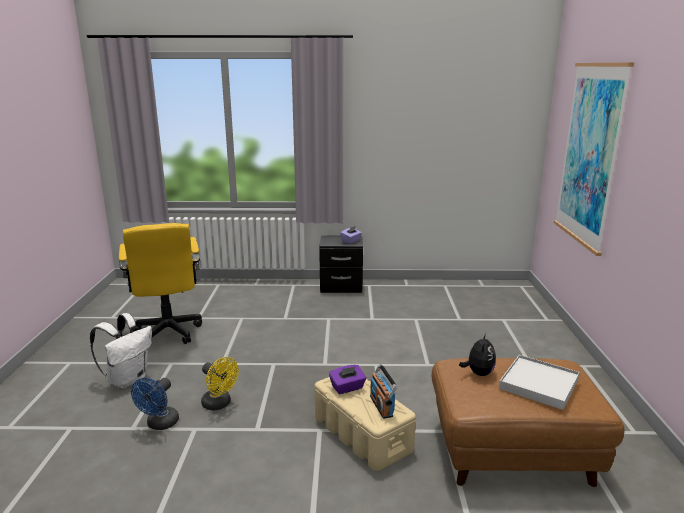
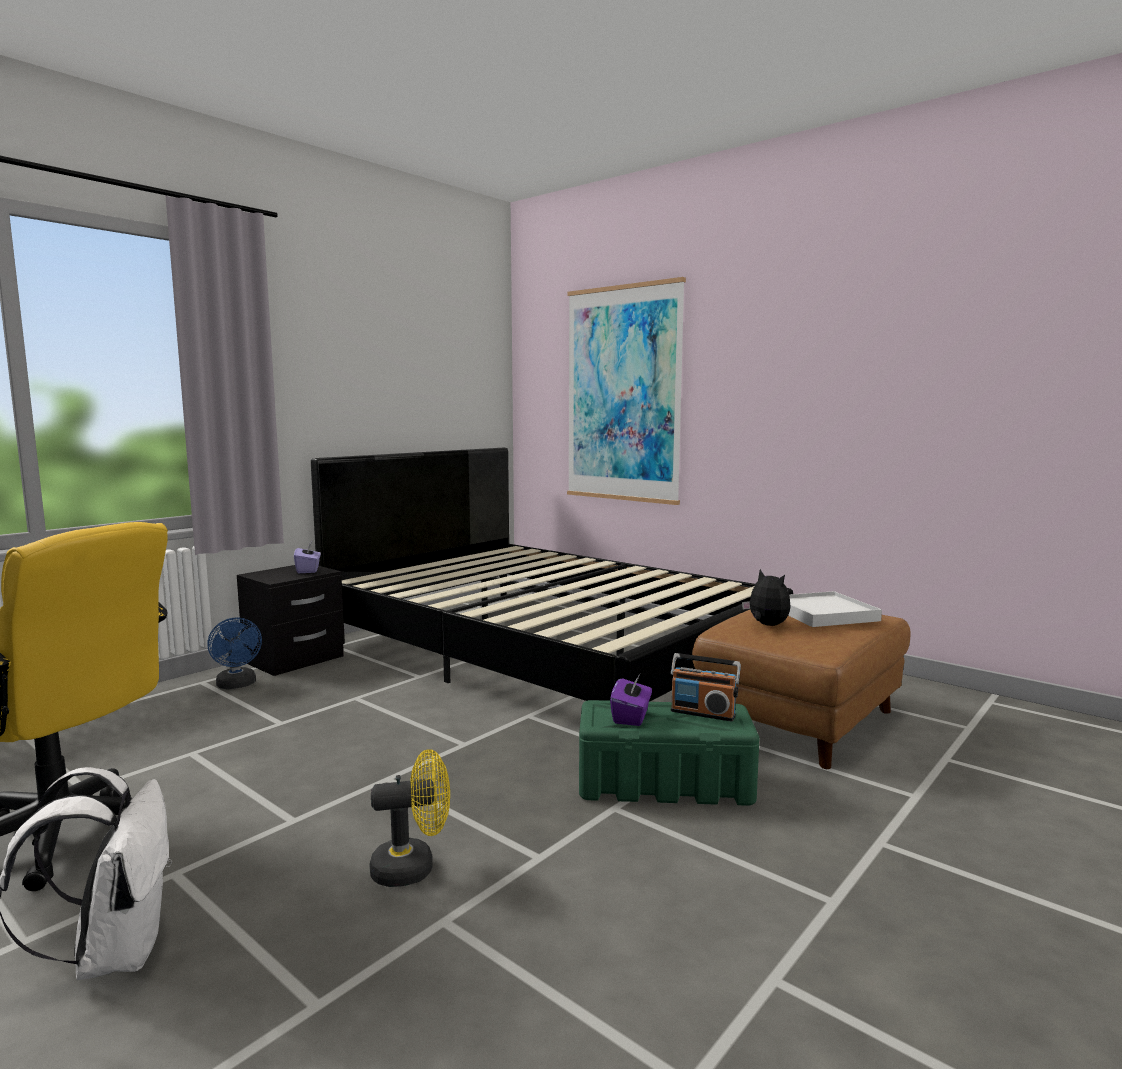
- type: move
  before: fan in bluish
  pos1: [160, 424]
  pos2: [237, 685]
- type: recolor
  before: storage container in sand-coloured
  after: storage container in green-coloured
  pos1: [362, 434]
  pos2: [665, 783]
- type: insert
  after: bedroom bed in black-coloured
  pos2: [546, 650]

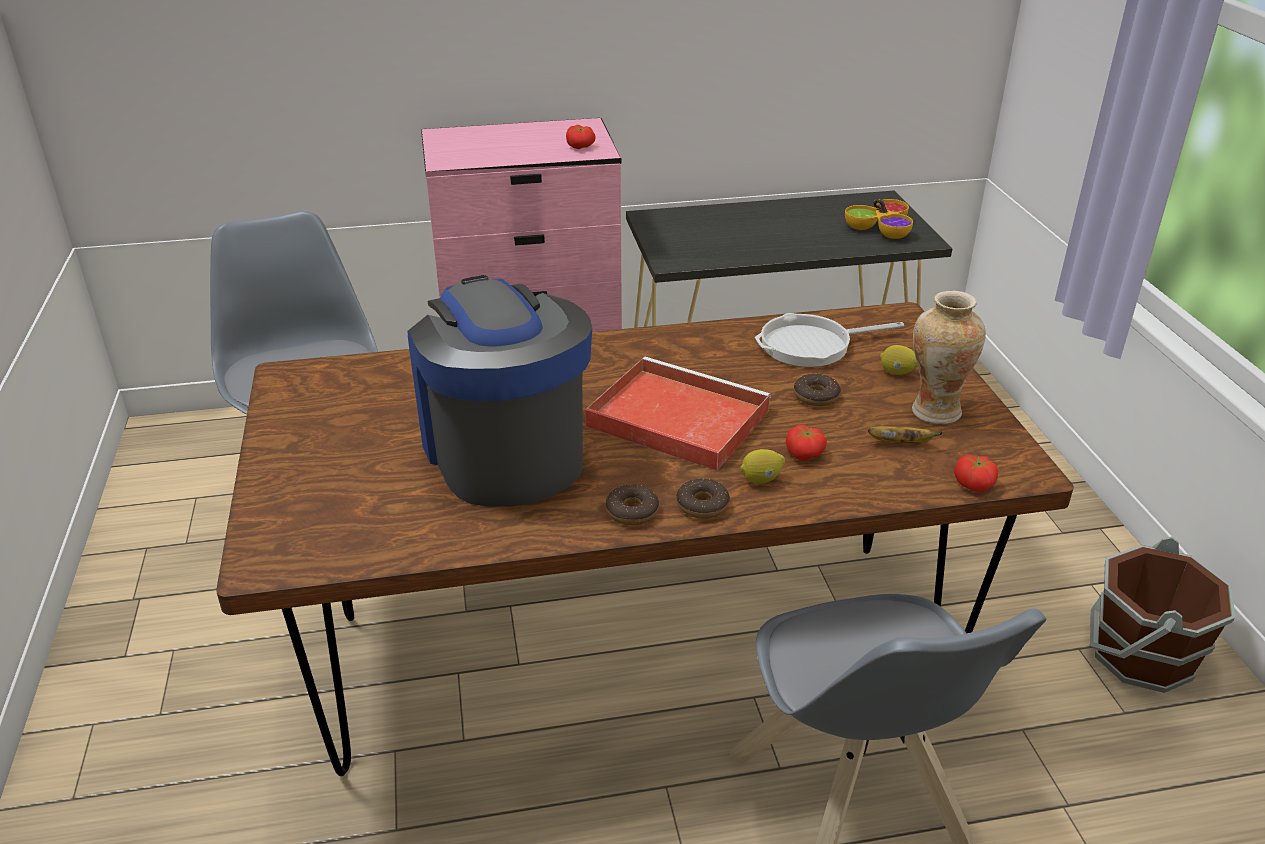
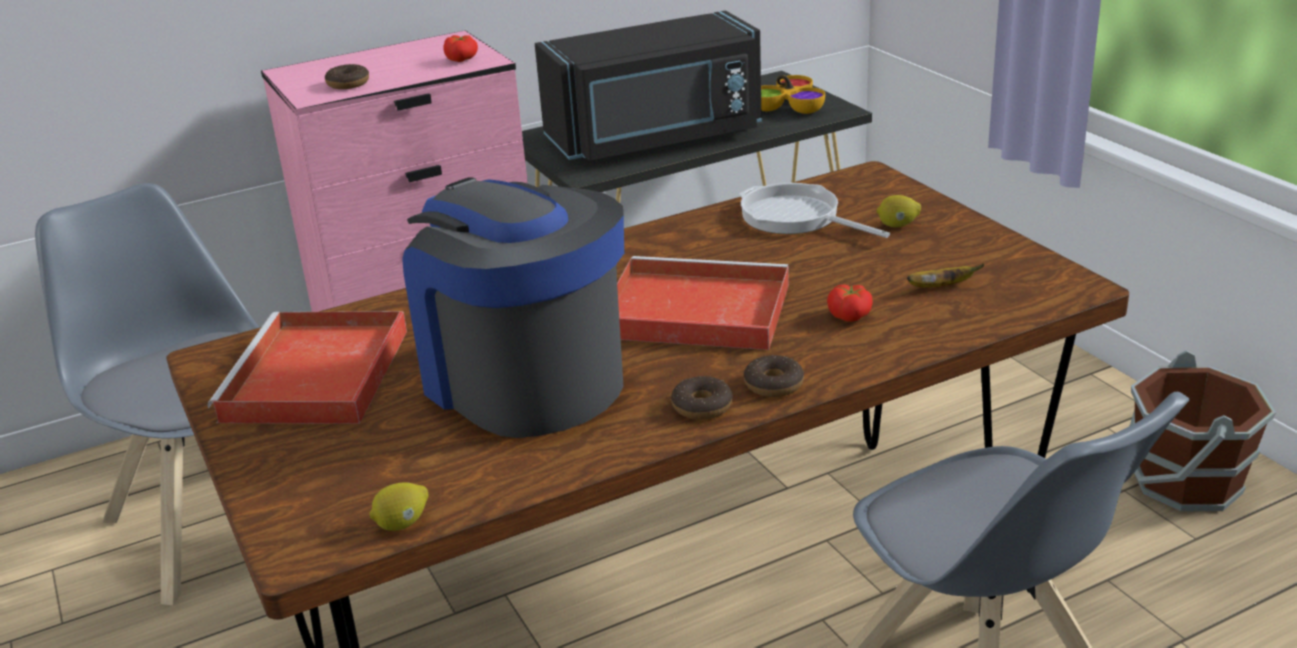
- type: move
  before: citrus fruit
  pos1: [761, 479]
  pos2: [402, 524]
- type: rotate
  before: frying pan
  pos1: [811, 345]
  pos2: [795, 217]
  turn: 75
- type: move
  before: doughnut
  pos1: [816, 396]
  pos2: [348, 84]
- type: delete
  before: vase
  pos1: [934, 411]
- type: delete
  before: whole tomato
  pos1: [975, 484]
- type: insert
  after: tray in red
  pos2: [316, 377]
- type: insert
  after: microwave oven in black-coloured
  pos2: [656, 139]

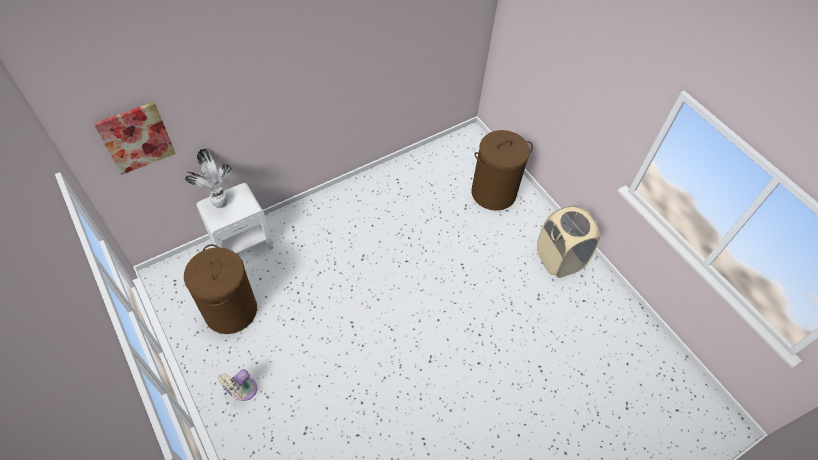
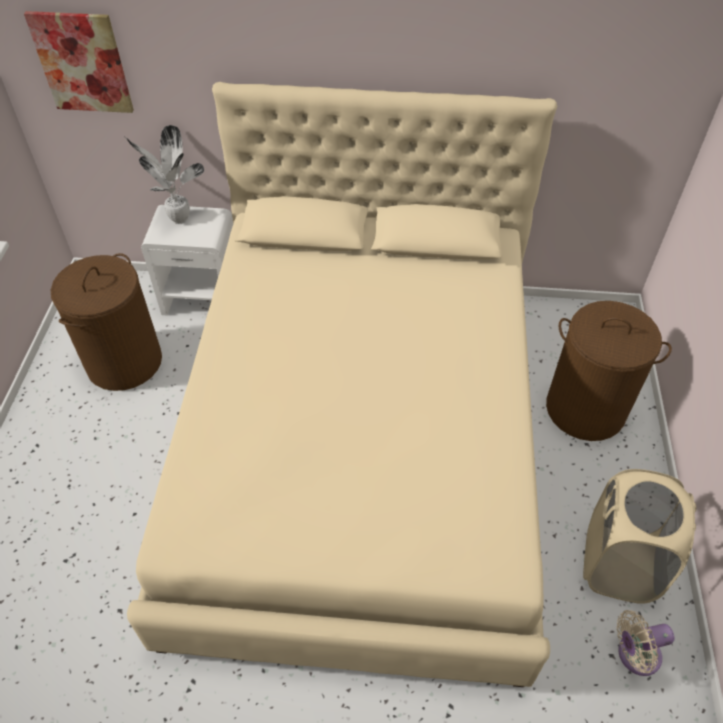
- type: move
  before: fan in sand-coloured
  pos1: [242, 391]
  pos2: [634, 655]
- type: insert
  after: bedroom bed in sand-coloured
  pos2: [362, 446]

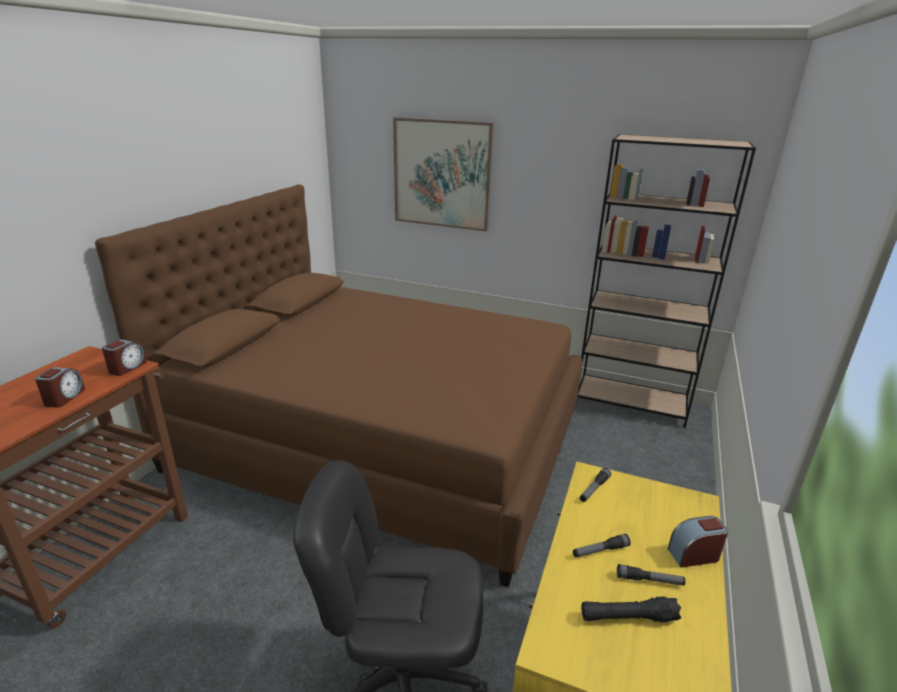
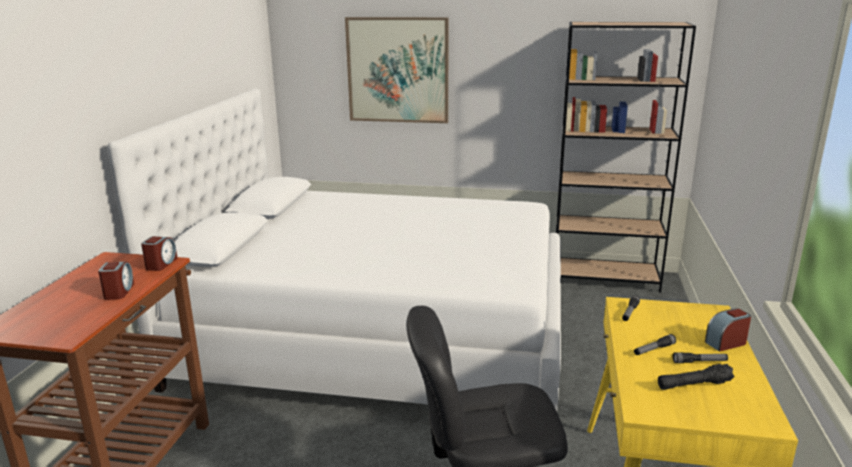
- type: recolor
  before: bedroom bed in brown-coloured
  after: bedroom bed in whitish
  pos1: [383, 440]
  pos2: [379, 335]

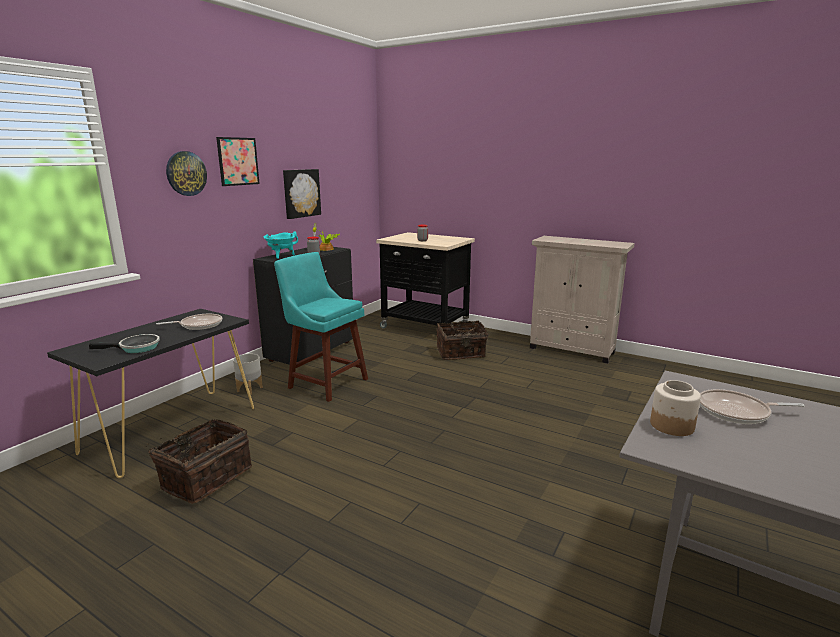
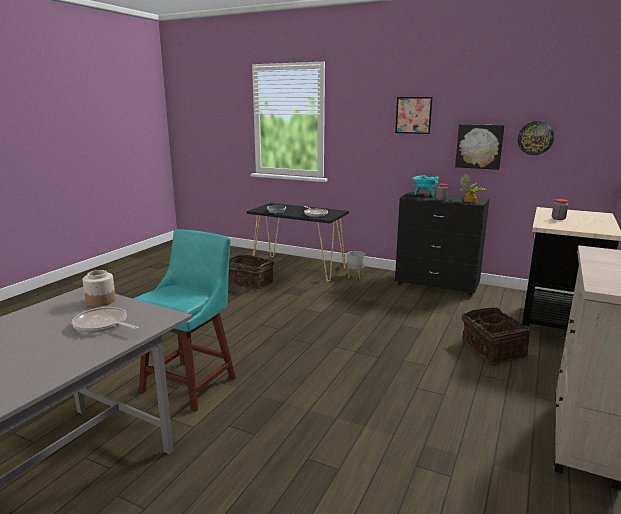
- type: move
  before: wall clock
  pos1: [186, 173]
  pos2: [535, 138]
- type: move
  before: upright chair in turquoise-coloured
  pos1: [325, 382]
  pos2: [192, 382]
- type: rotate
  before: frying pan
  pos1: [737, 412]
  pos2: [103, 325]
  turn: -60

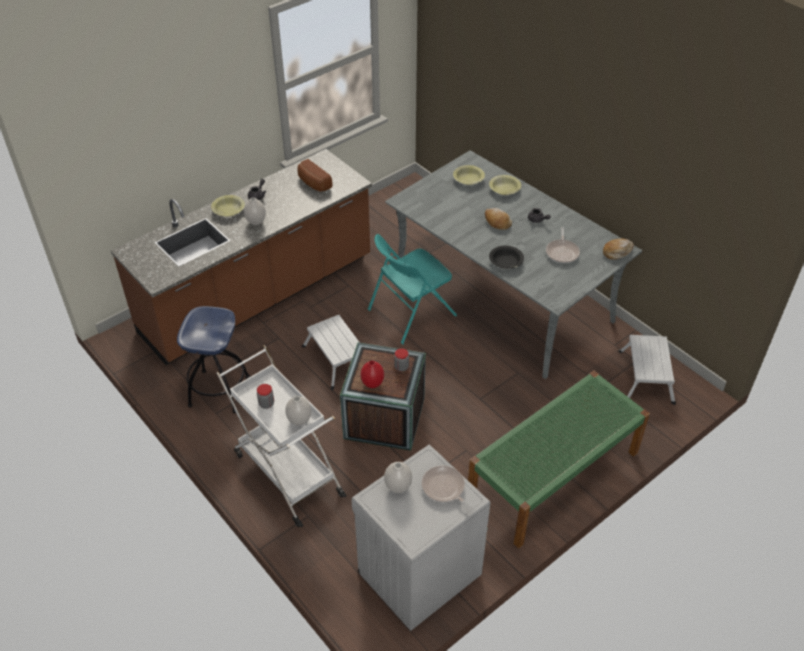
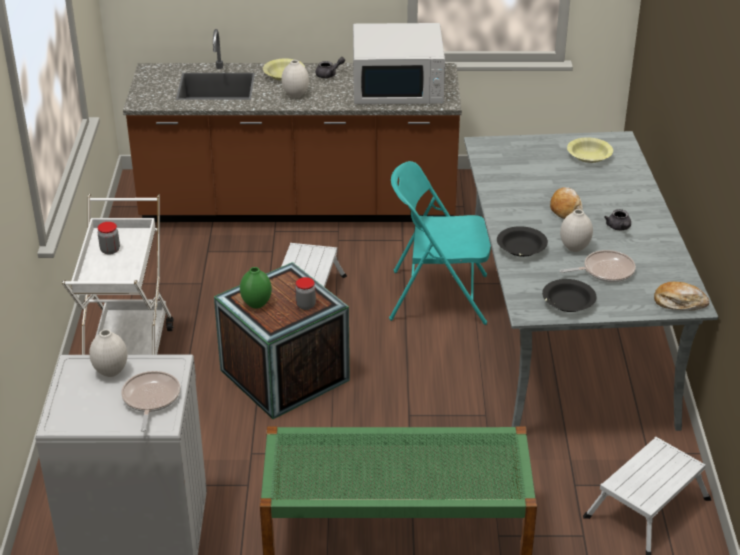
- type: delete
  before: sitting stool in bluish
  pos1: [219, 391]
- type: move
  before: vase in whitish
  pos1: [299, 420]
  pos2: [574, 248]
- type: replace
  before: bread
  after: microwave oven in whitish
  pos1: [313, 183]
  pos2: [398, 86]
- type: recolor
  before: vase in red
  after: vase in green-coloured
  pos1: [372, 384]
  pos2: [256, 304]
- type: delete
  before: deep dish in yellow
  pos1: [504, 189]
- type: rotate
  before: frying pan
  pos1: [562, 252]
  pos2: [605, 271]
  turn: -150
- type: insert
  after: deep dish in black-coloured
  pos2: [568, 302]

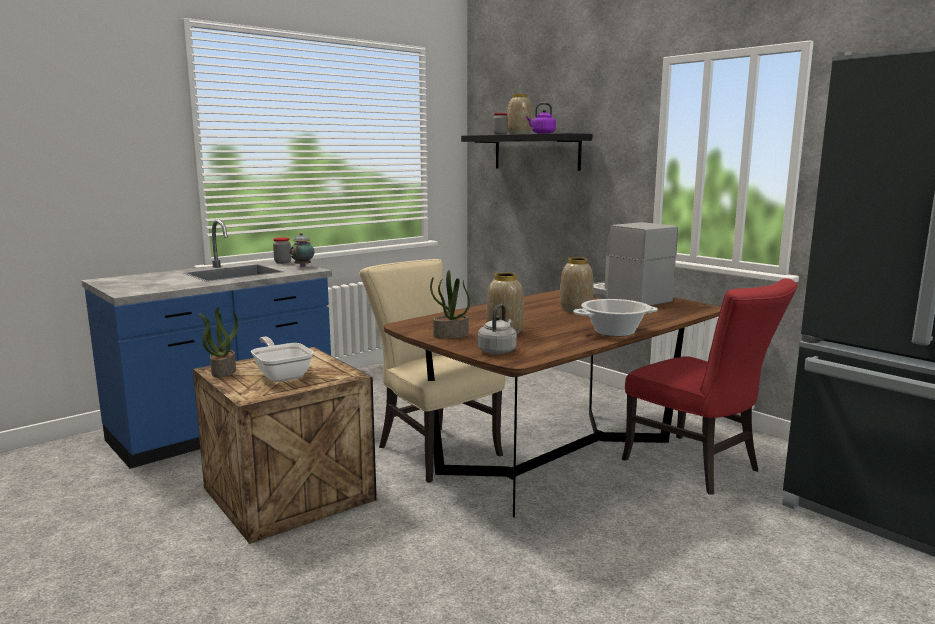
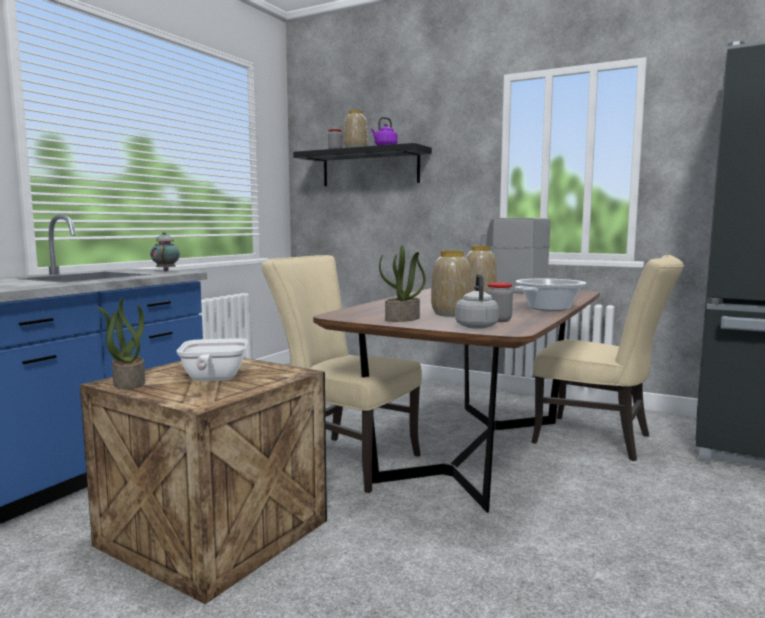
- type: rotate
  before: frying pan
  pos1: [282, 375]
  pos2: [212, 379]
  turn: -135
- type: move
  before: preserve jar
  pos1: [282, 262]
  pos2: [498, 320]
- type: recolor
  before: upright chair in red
  after: upright chair in sand-coloured
  pos1: [698, 466]
  pos2: [600, 439]

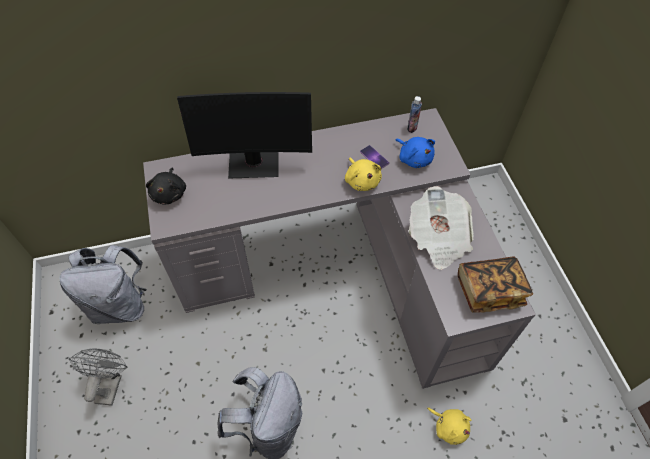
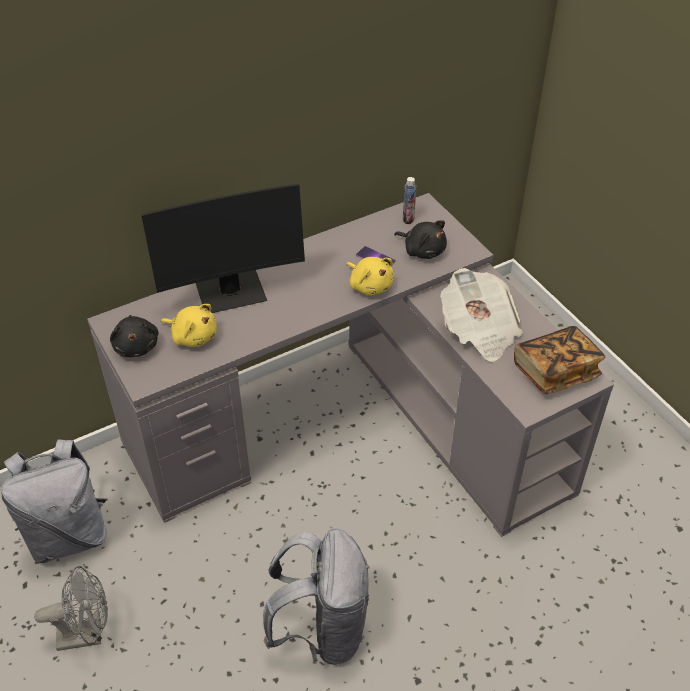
- type: rotate
  before: fan in greyish
  pos1: [109, 384]
  pos2: [87, 634]
  turn: 90
- type: recolor
  before: cuddly toy in bluish
  after: cuddly toy in black-coloured
  pos1: [414, 158]
  pos2: [422, 250]
- type: move
  before: cuddly toy in yellow
  pos1: [449, 427]
  pos2: [193, 336]

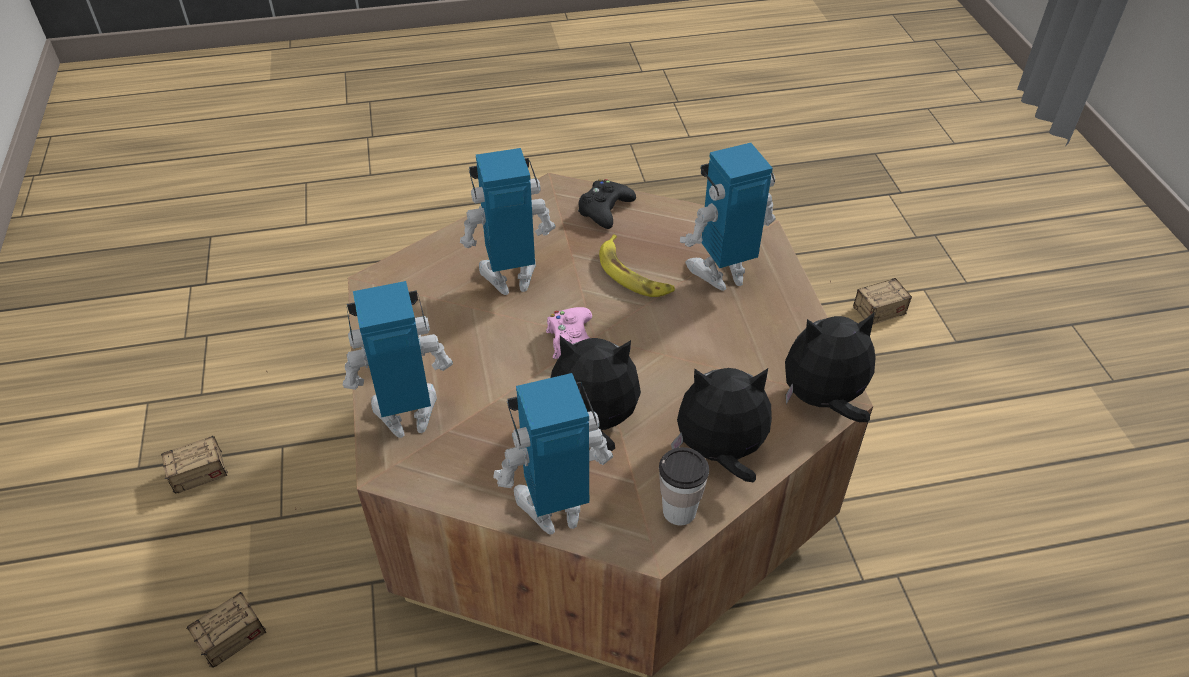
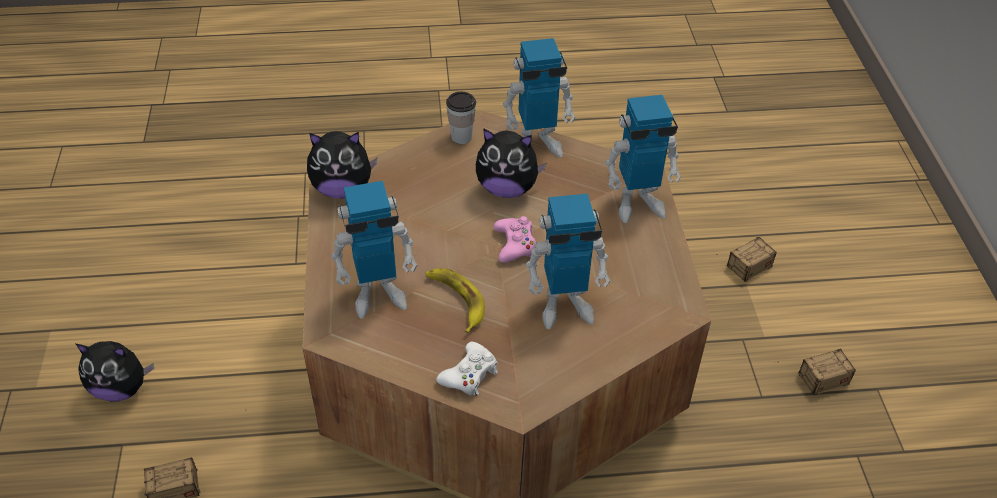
- type: recolor
  before: gamepad in black-coloured
  after: gamepad in whitish
  pos1: [604, 210]
  pos2: [469, 375]
- type: move
  before: cuddly toy
  pos1: [720, 453]
  pos2: [121, 388]

